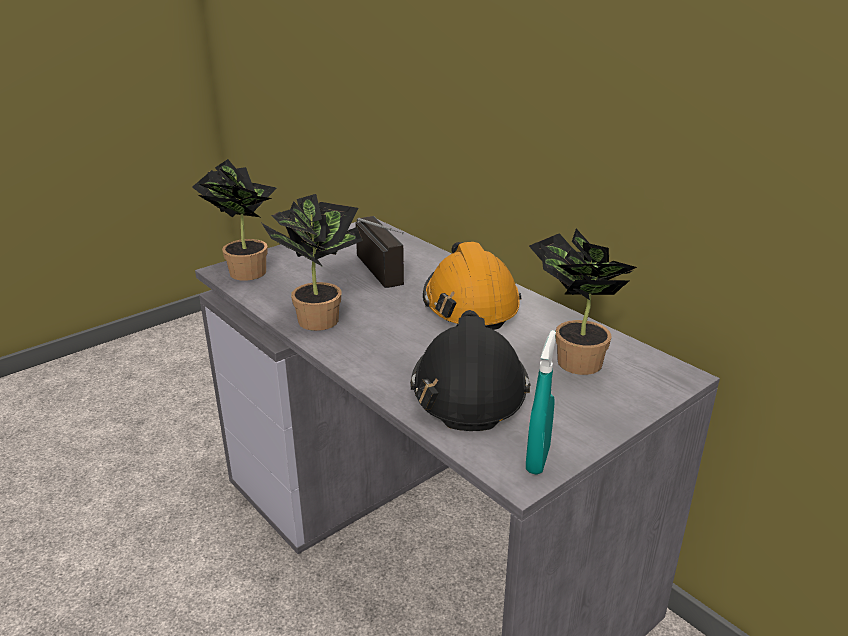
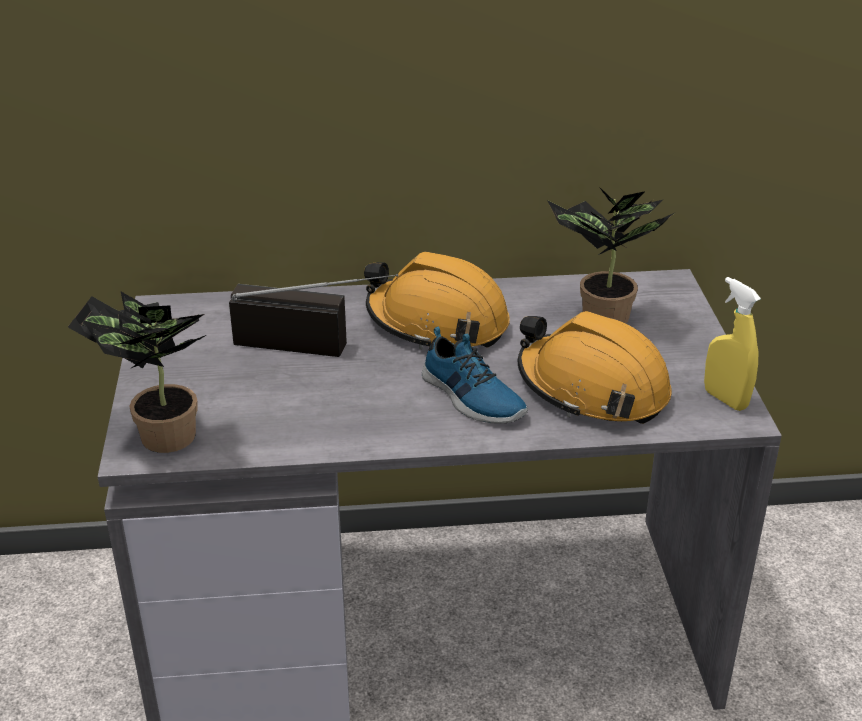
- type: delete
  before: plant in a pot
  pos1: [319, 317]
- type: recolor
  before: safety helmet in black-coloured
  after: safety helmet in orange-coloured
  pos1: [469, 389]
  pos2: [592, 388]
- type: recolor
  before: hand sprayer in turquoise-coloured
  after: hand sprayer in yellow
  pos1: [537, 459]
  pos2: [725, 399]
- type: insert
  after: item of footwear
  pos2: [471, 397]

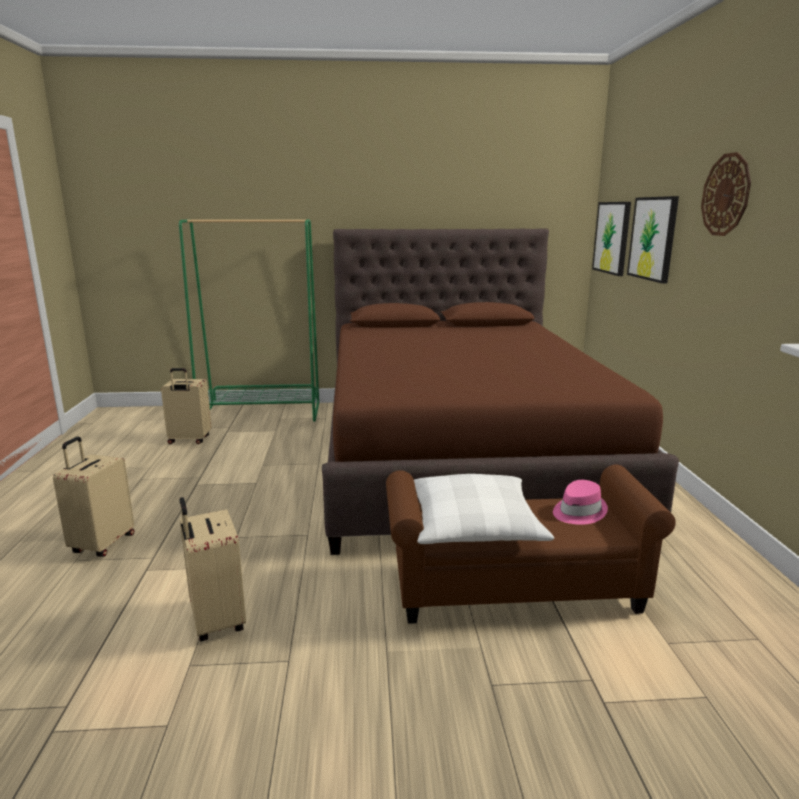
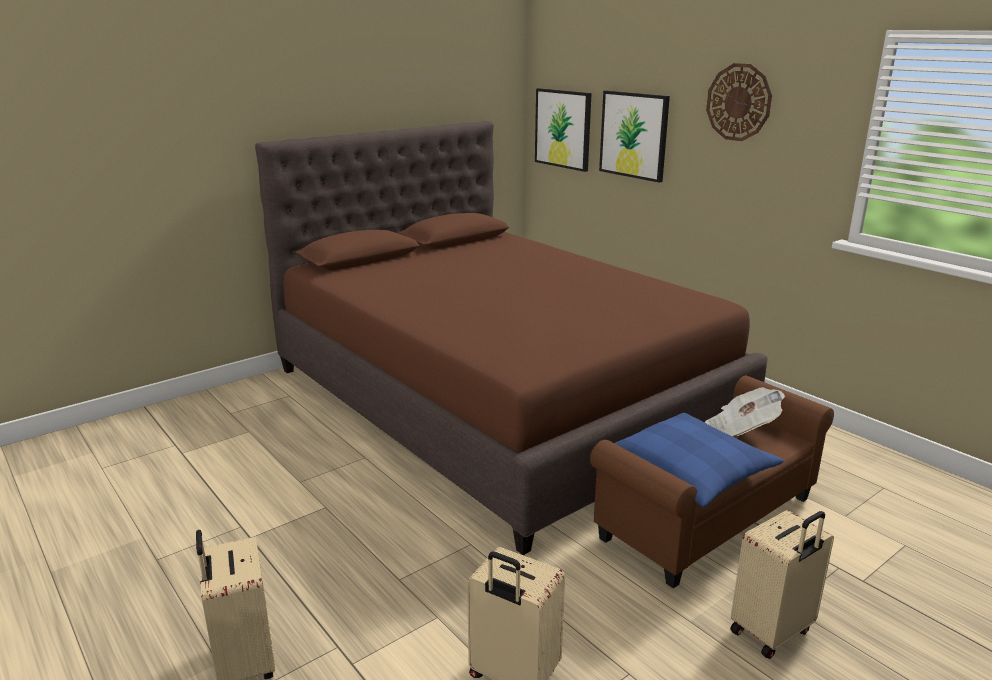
- type: move
  before: suitcase in sand-coloured
  pos1: [189, 440]
  pos2: [772, 632]
- type: delete
  before: clothes rack in green-coloured
  pos1: [261, 413]
- type: recolor
  before: throw pillow in whitish
  after: throw pillow in bluish
  pos1: [474, 525]
  pos2: [691, 472]
- type: replace
  before: wearable hat in pinkish
  after: daily paper
  pos1: [578, 512]
  pos2: [741, 429]

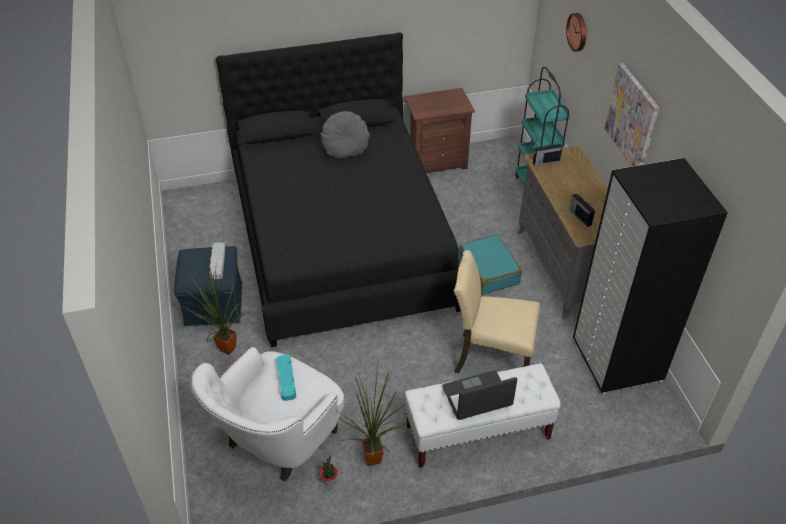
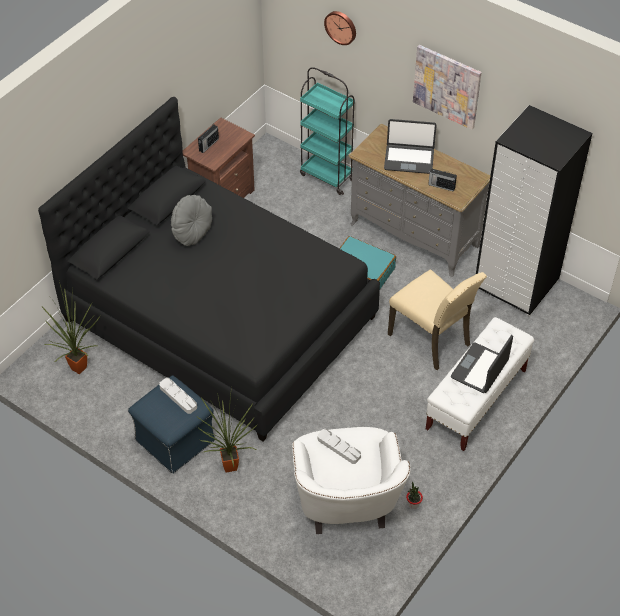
- type: recolor
  before: tray in turquoise-coloured
  after: tray in greyish
  pos1: [286, 379]
  pos2: [339, 448]
- type: move
  before: plant in a pot
  pos1: [376, 459]
  pos2: [81, 367]
- type: rotate
  before: upright chair in sand-coloured
  pos1: [491, 358]
  pos2: [431, 339]
  turn: -105
- type: move
  before: radio
  pos1: [545, 162]
  pos2: [208, 145]
- type: insert
  after: portable computer
  pos2: [409, 159]

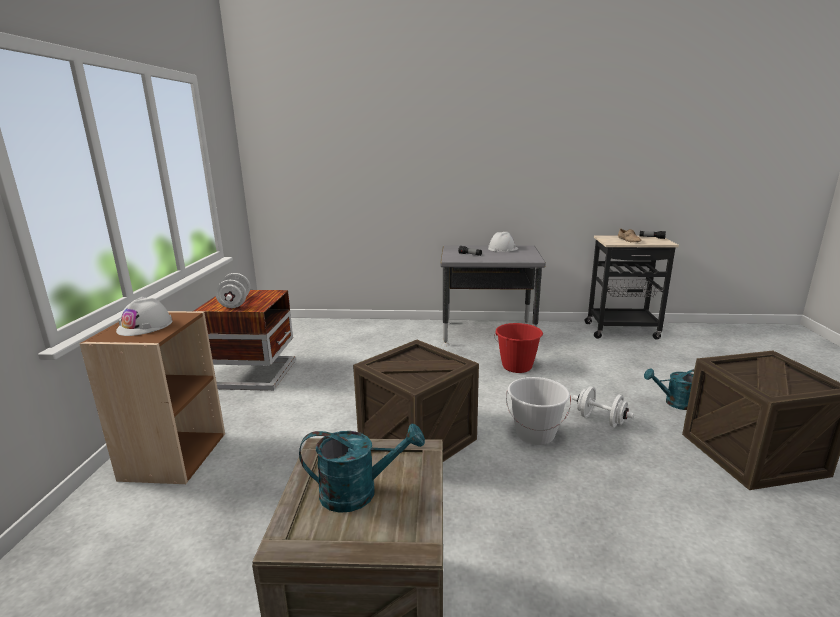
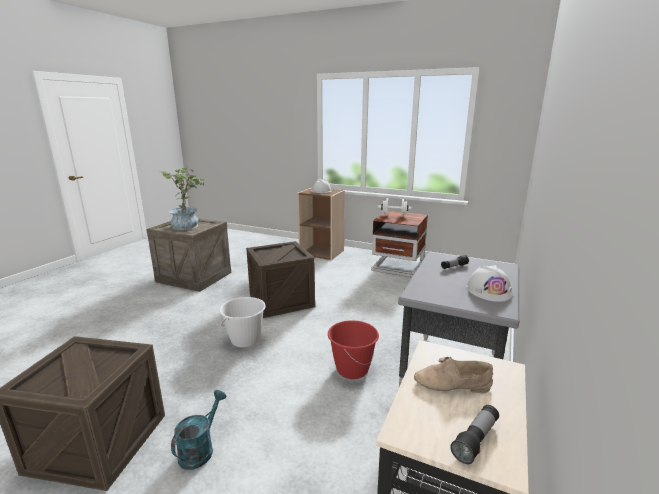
- type: replace
  before: watering pot in turquoise-coloured
  after: plant in a pot
  pos1: [359, 492]
  pos2: [188, 225]
- type: delete
  before: dumbbell in whitish
  pos1: [600, 420]

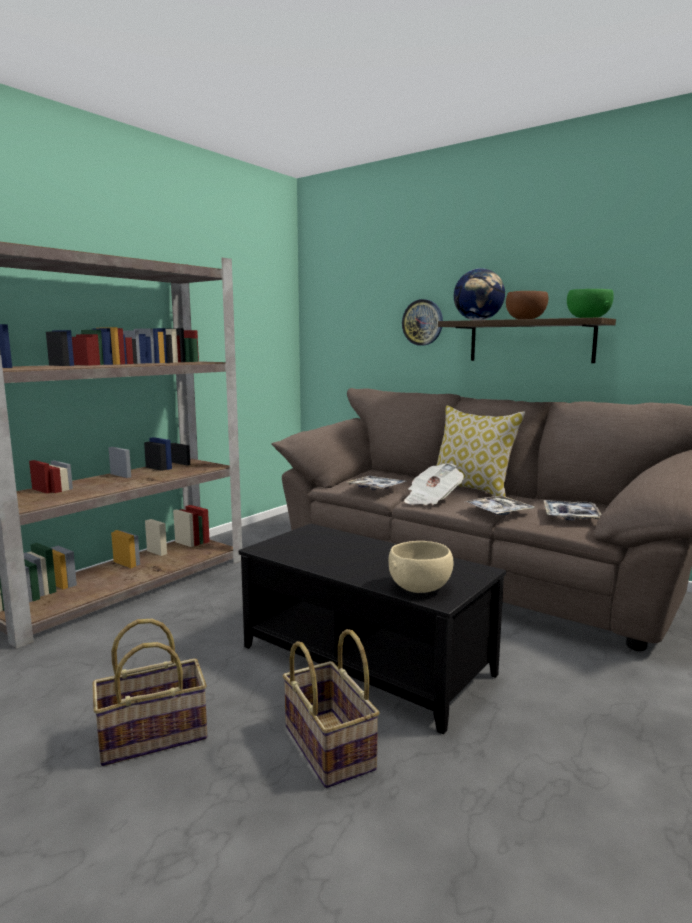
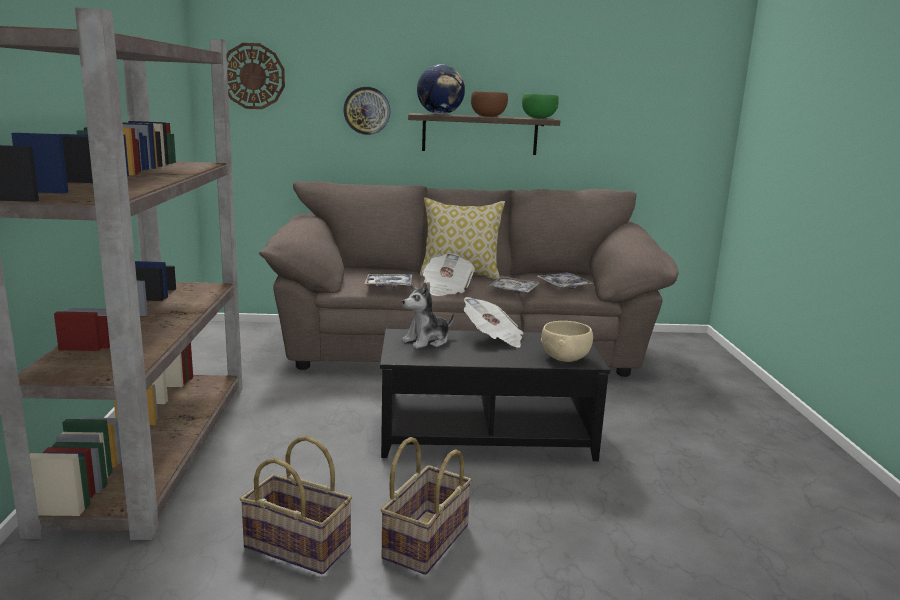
- type: move
  before: household basket
  pos1: [330, 747]
  pos2: [299, 546]
- type: insert
  after: wall clock
  pos2: [253, 76]
- type: insert
  after: cuddly toy
  pos2: [427, 341]
- type: insert
  after: daily paper
  pos2: [493, 339]

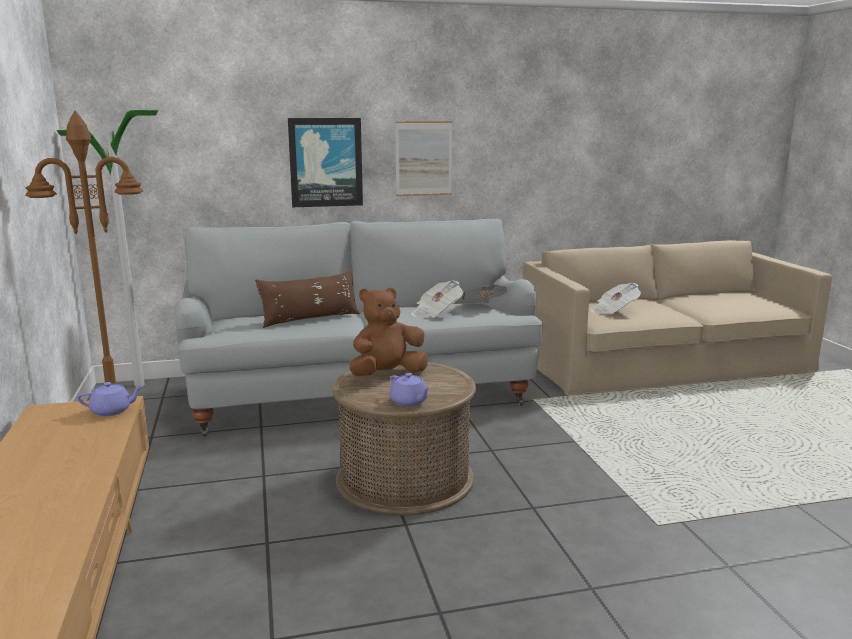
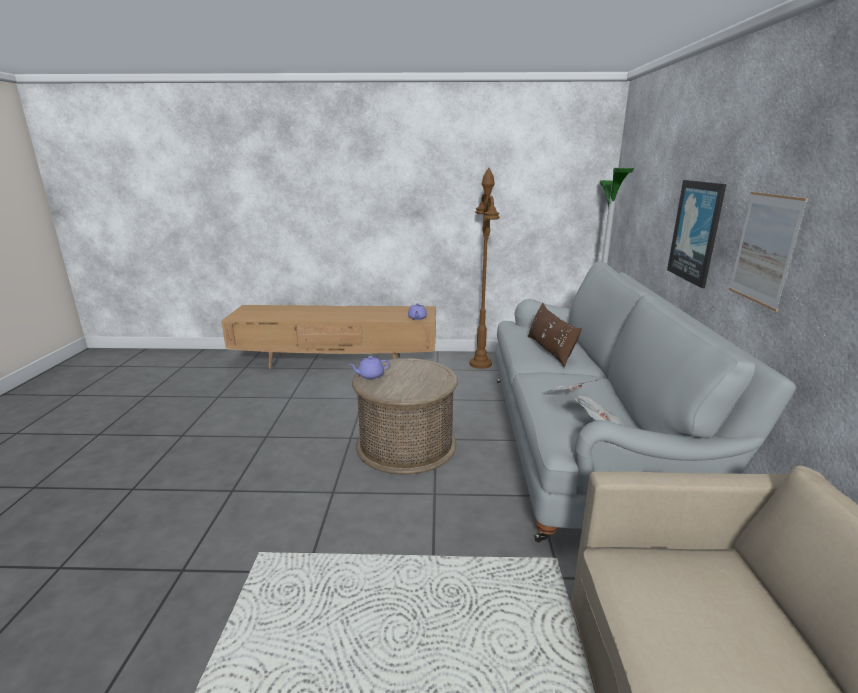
- type: delete
  before: cuddly toy in brown-coloured
  pos1: [387, 374]
- type: delete
  before: daily paper
  pos1: [614, 311]

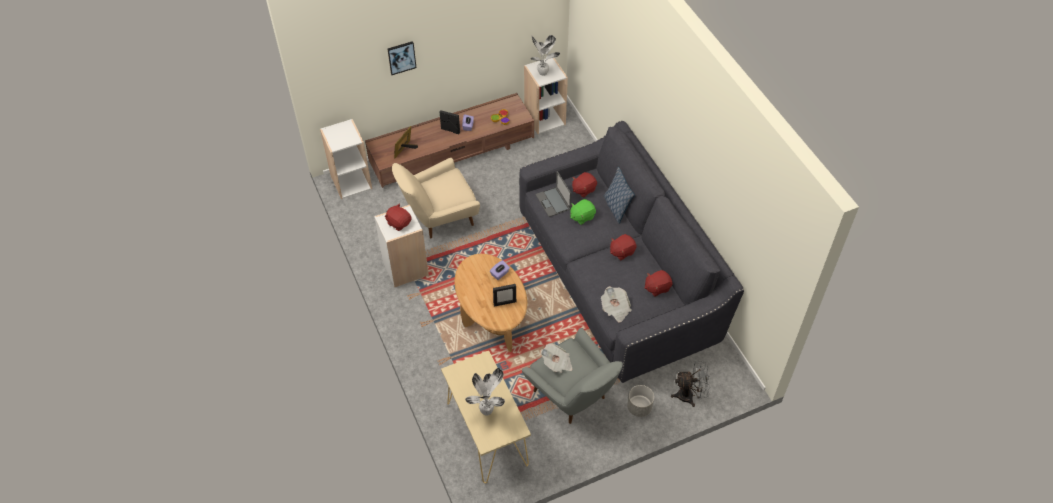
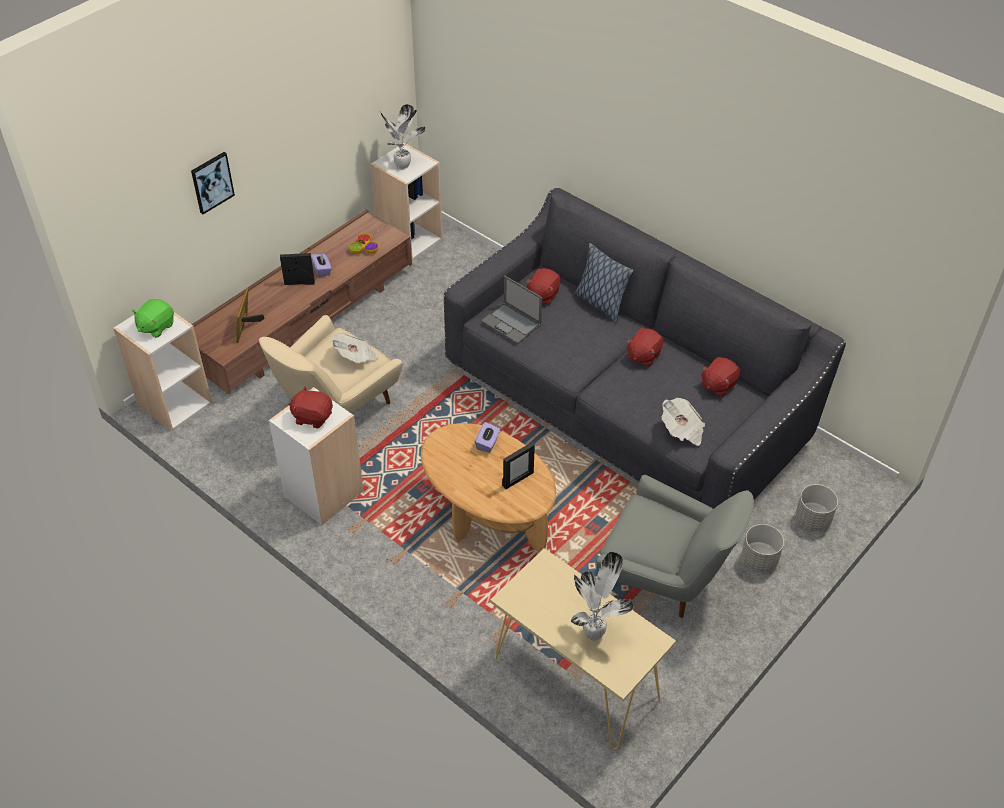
- type: move
  before: daily paper
  pos1: [557, 363]
  pos2: [355, 357]
- type: move
  before: cuddly toy in green-coloured
  pos1: [582, 217]
  pos2: [156, 326]
- type: replace
  before: fan in greyish
  after: flower pot in greyish
  pos1: [689, 395]
  pos2: [812, 519]

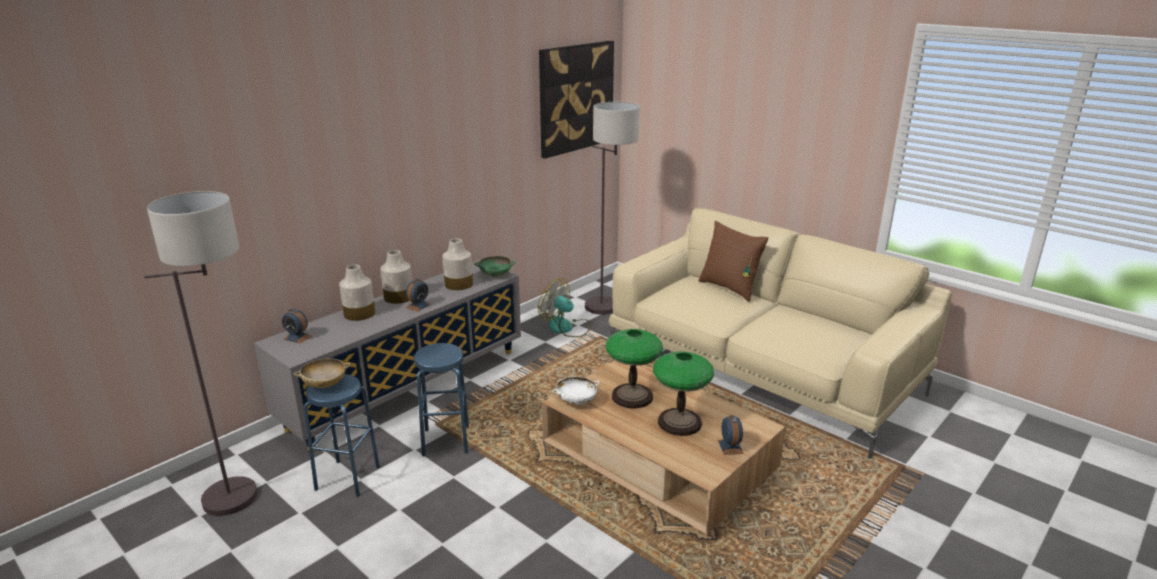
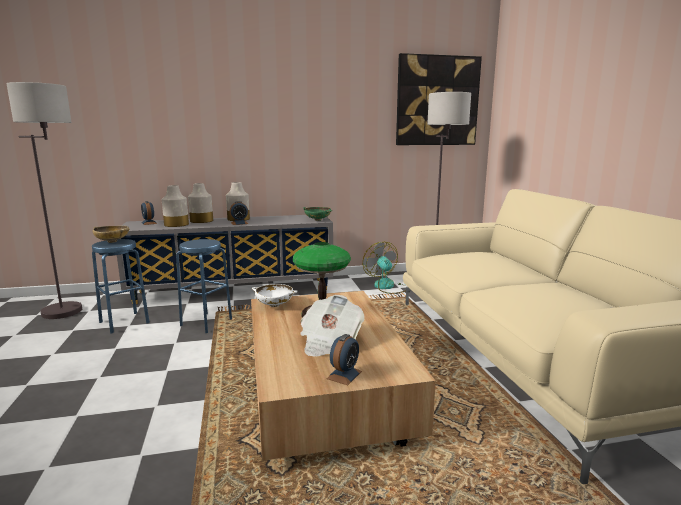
- type: move
  before: vase in sand-coloured
  pos1: [458, 284]
  pos2: [176, 224]
- type: replace
  before: lamp for a table
  after: daily paper
  pos1: [680, 423]
  pos2: [329, 342]
- type: delete
  before: throw pillow in brown-coloured
  pos1: [729, 289]

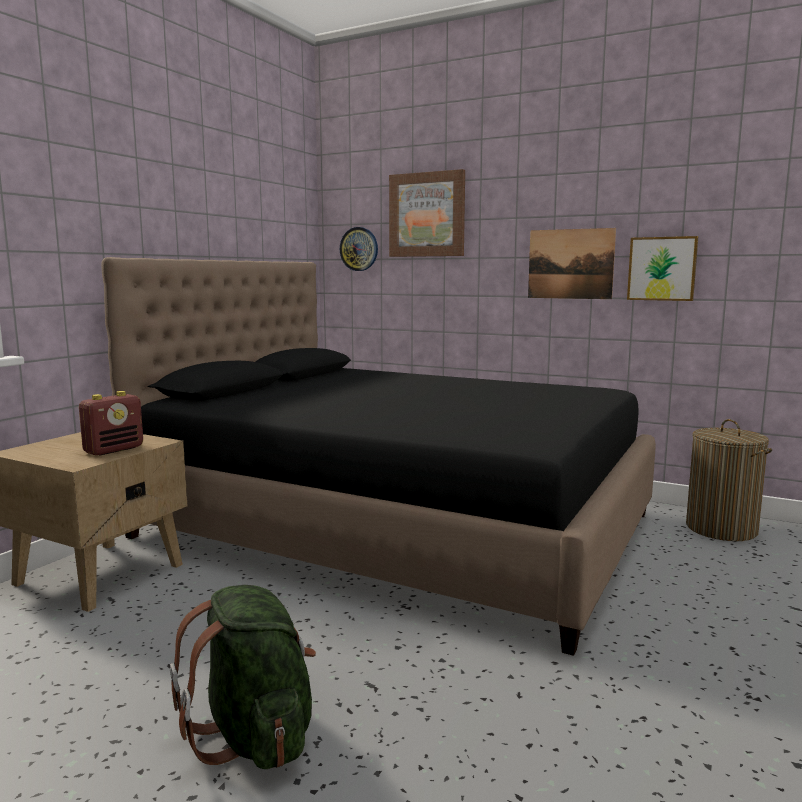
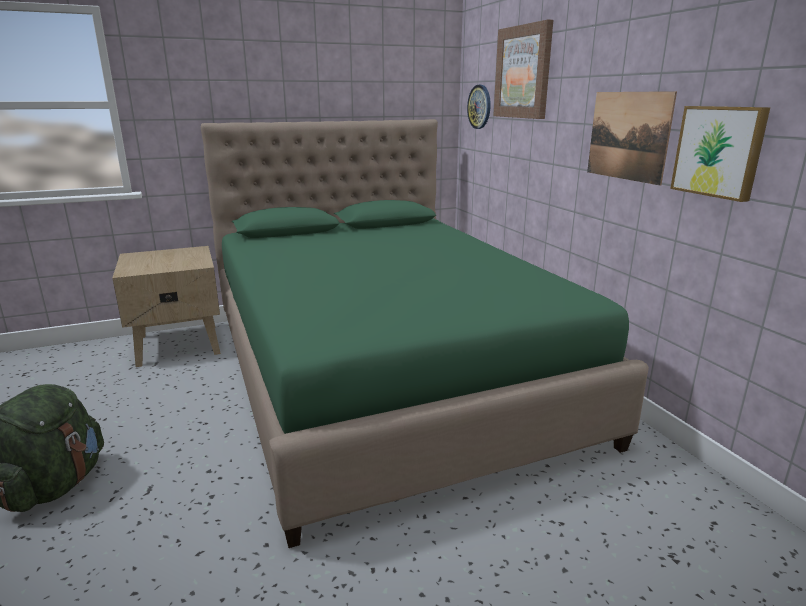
- type: delete
  before: radio
  pos1: [114, 450]
- type: recolor
  before: bedroom bed in black-coloured
  after: bedroom bed in green-coloured
  pos1: [396, 525]
  pos2: [385, 372]
- type: delete
  before: washing basket
  pos1: [721, 529]

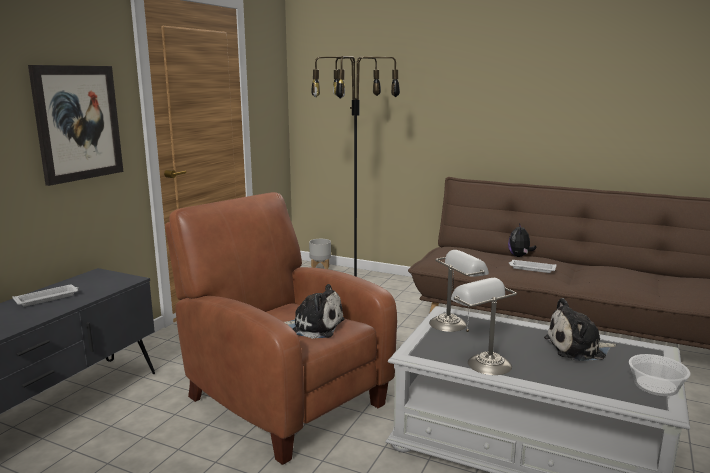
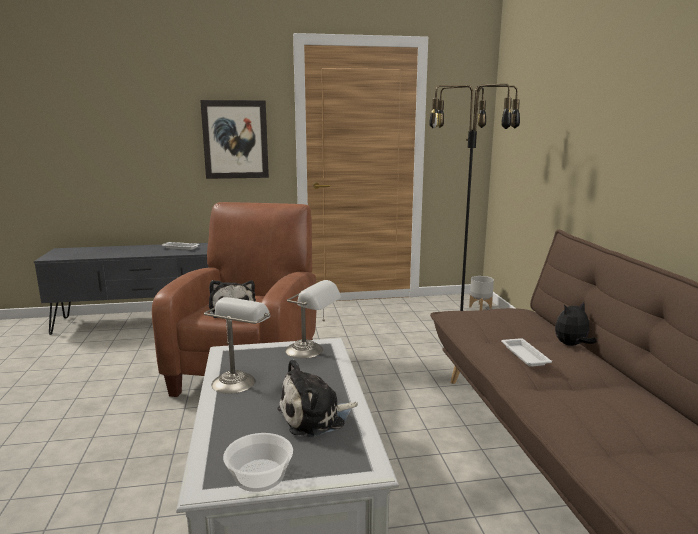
- type: rotate
  before: cuddly toy
  pos1: [578, 348]
  pos2: [315, 417]
  turn: -75

